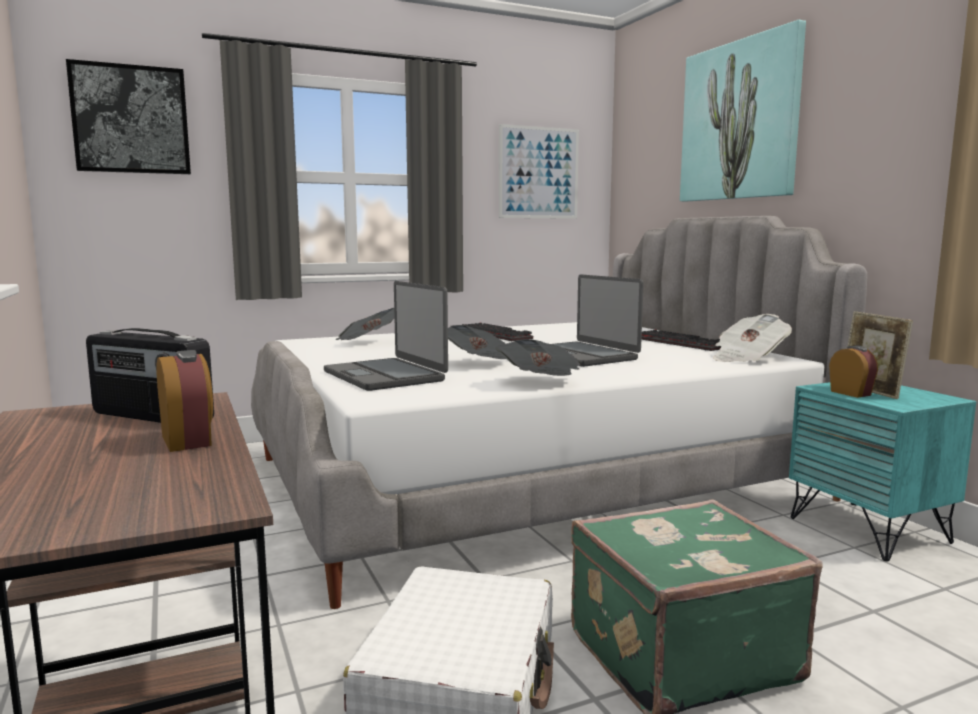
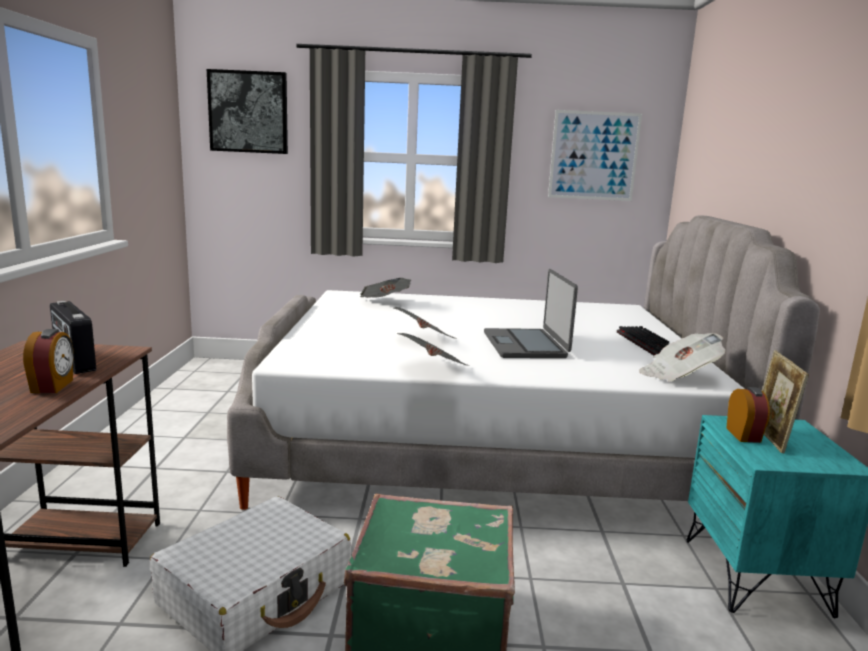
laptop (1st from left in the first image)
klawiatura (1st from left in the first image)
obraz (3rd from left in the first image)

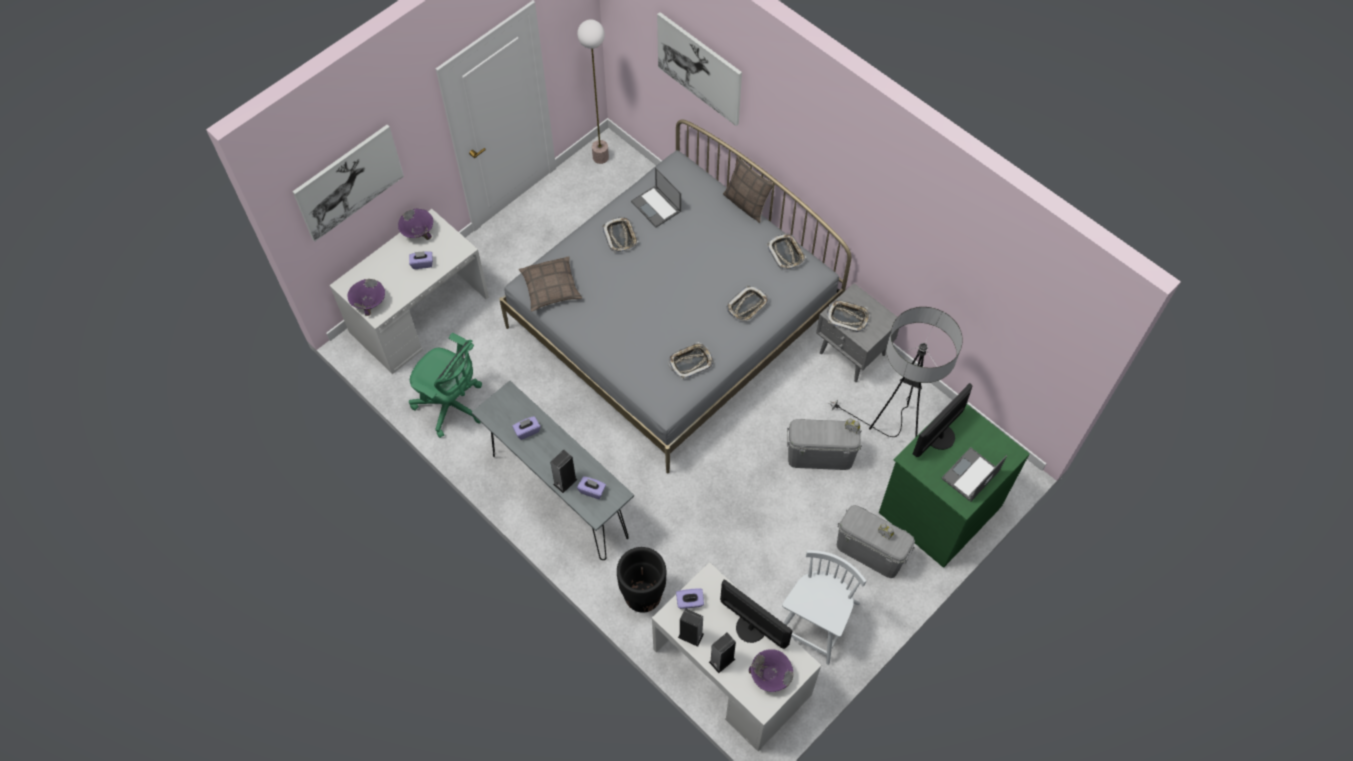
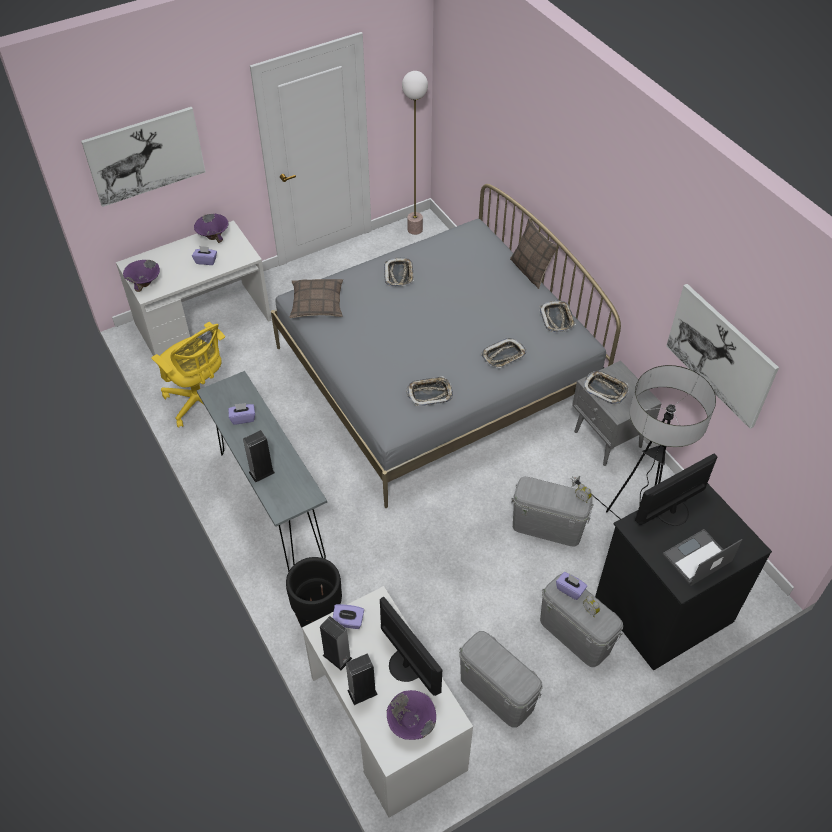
laptop (1st from left in the first image)
pudełko chusteczek/fioletowy (4th from left)
obraz (2nd from left)
pojemnik do przechowywania/szary (1st from left)
krzesło biurowe/żółty
komoda/czarny

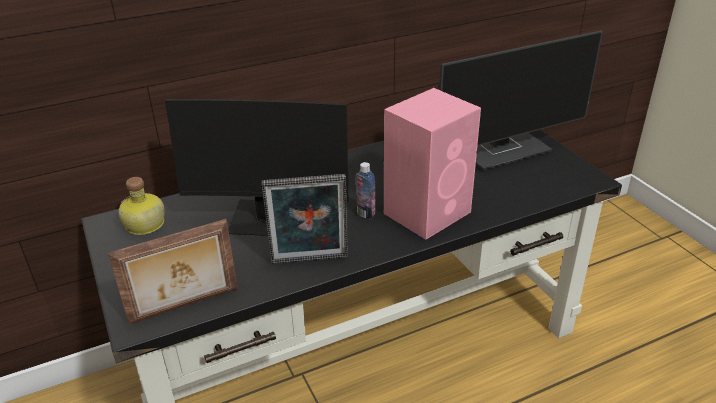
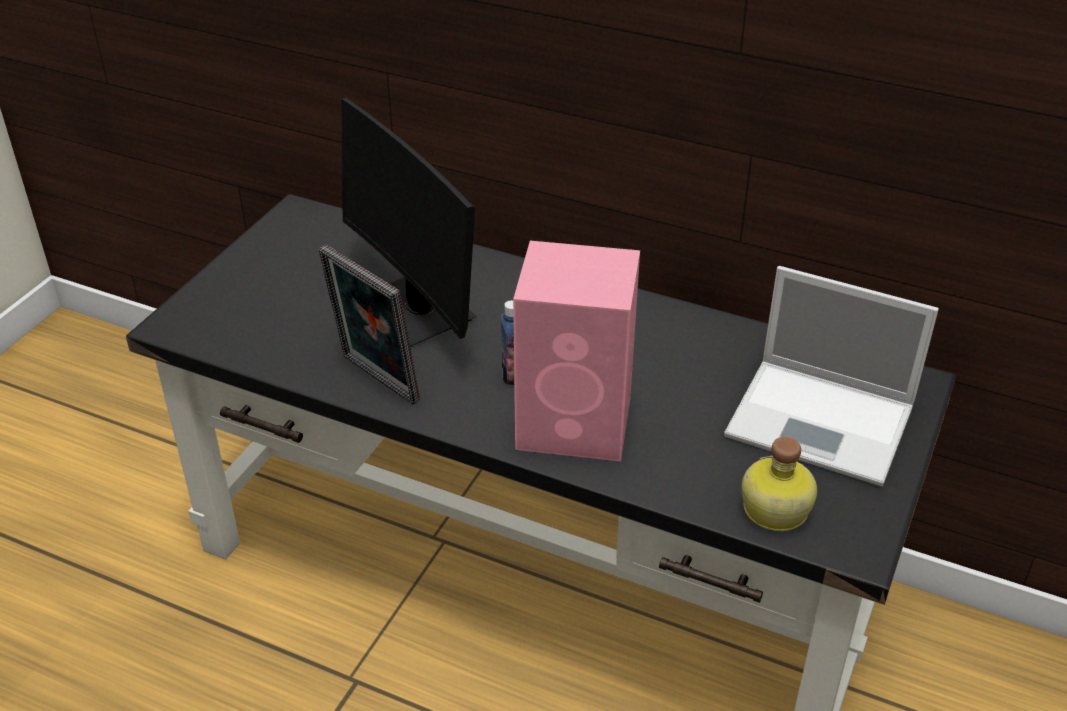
ramka na zdjęcie (1st from left in the first image)
butelka (2nd from left)
laptop

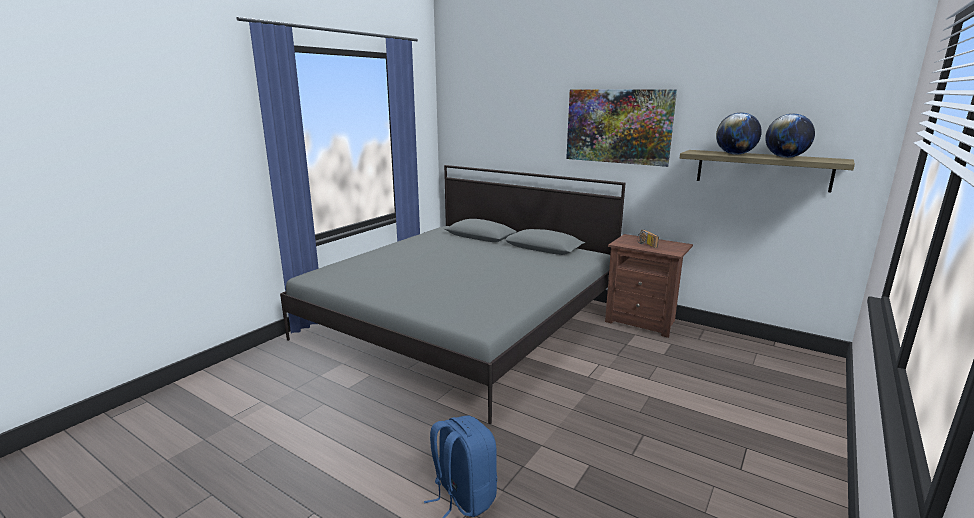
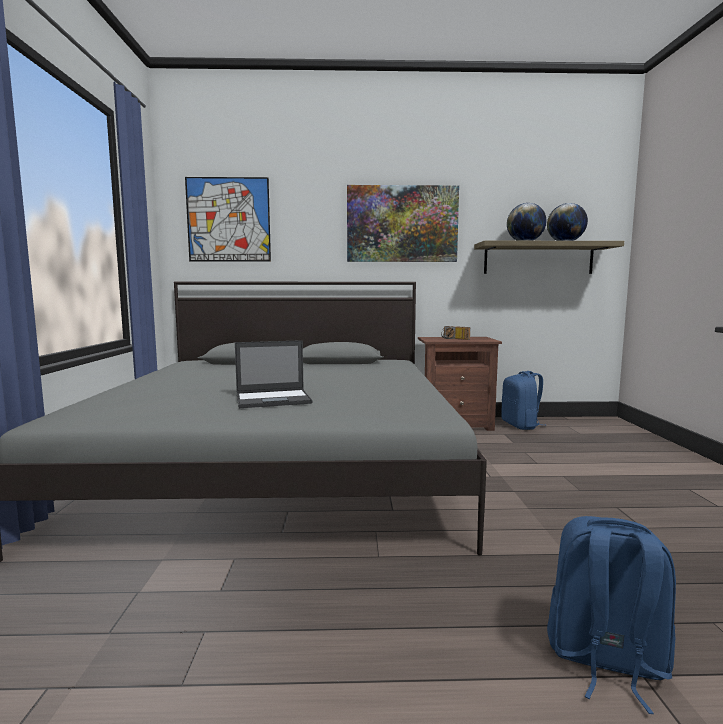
obraz (1st from left)
laptop
plecak/niebieski (1st from left)

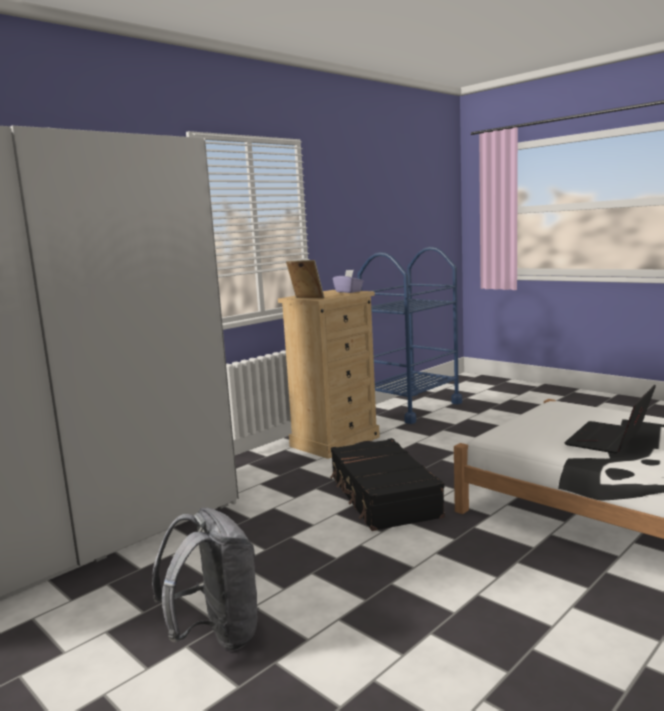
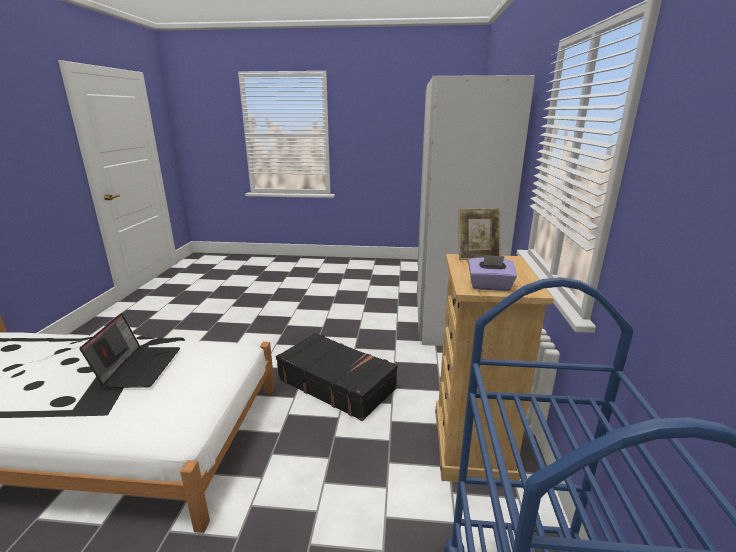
plecak/szary

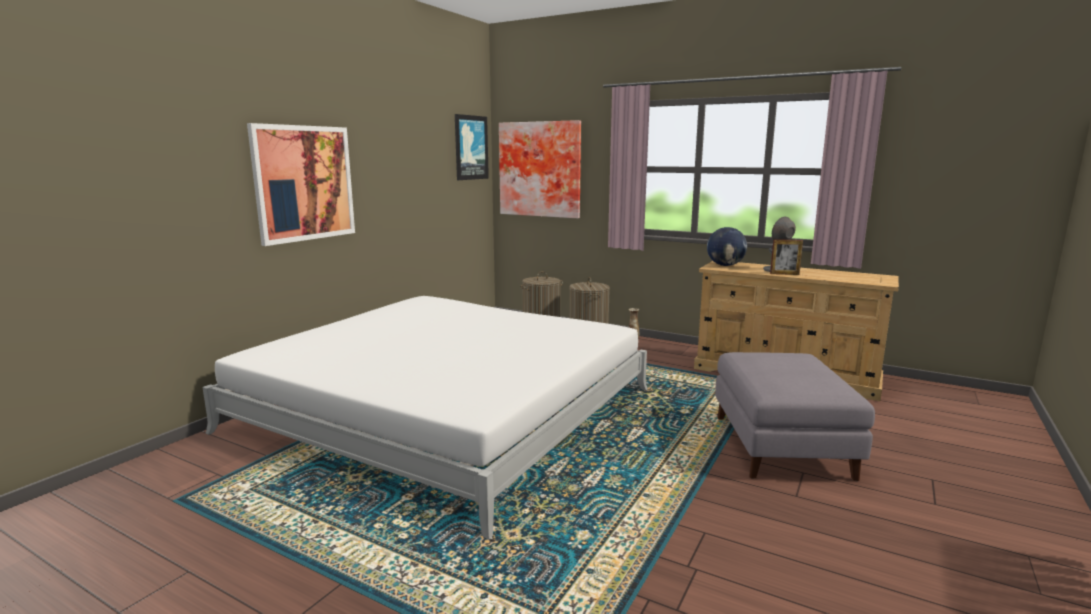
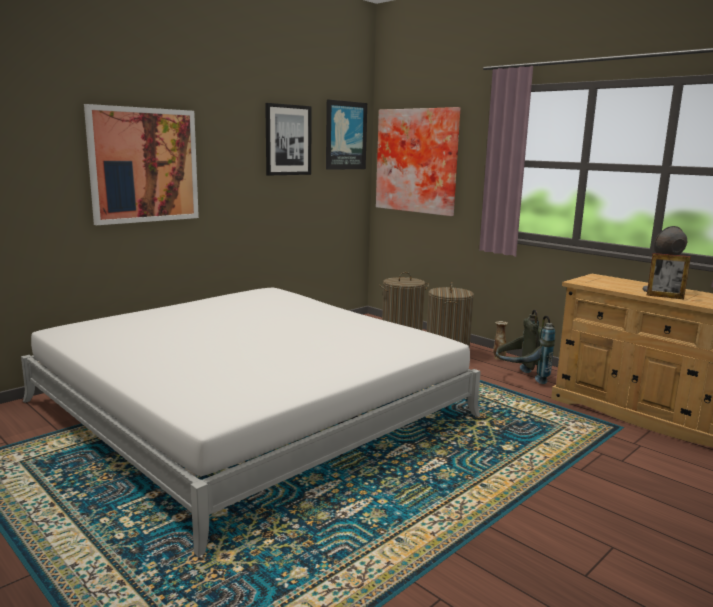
globus
pufa/szary
obraz (2nd from left)
plecak/szary

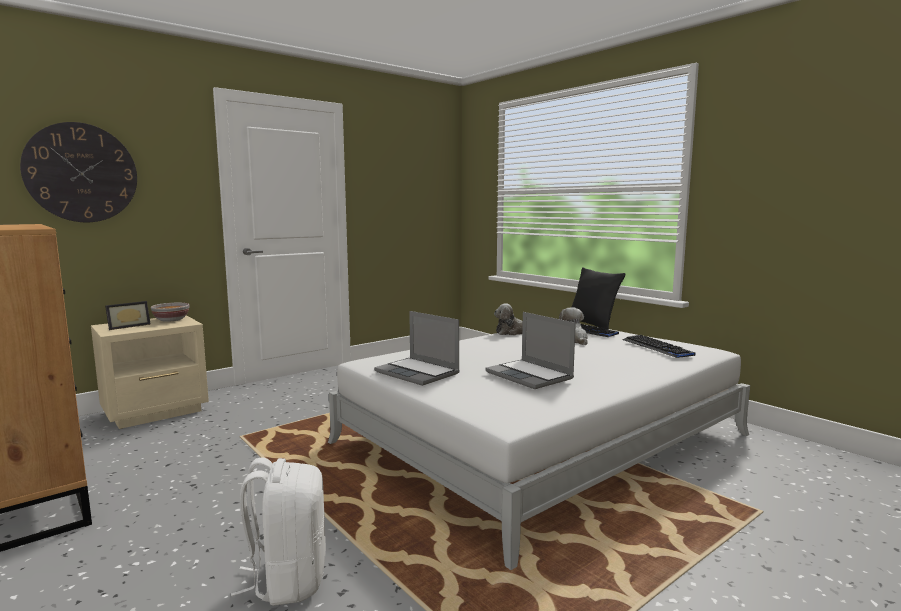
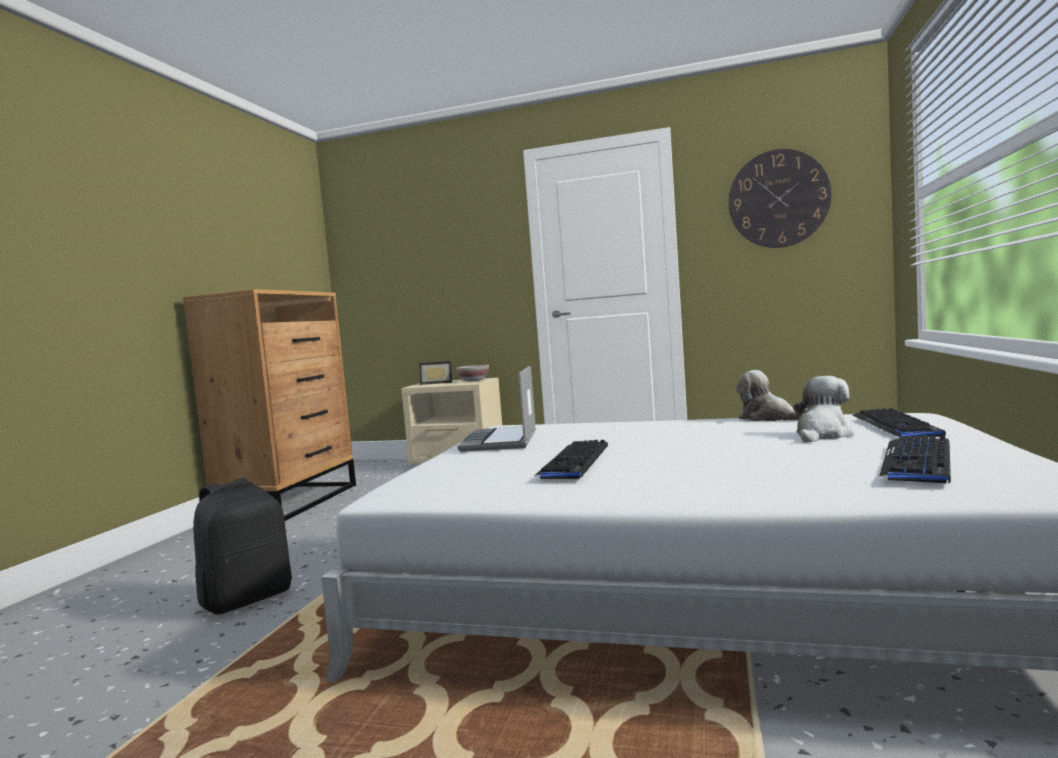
poduszka/czarny
zegar ścienny
klawiatura (1st from left)
plecak/czarny

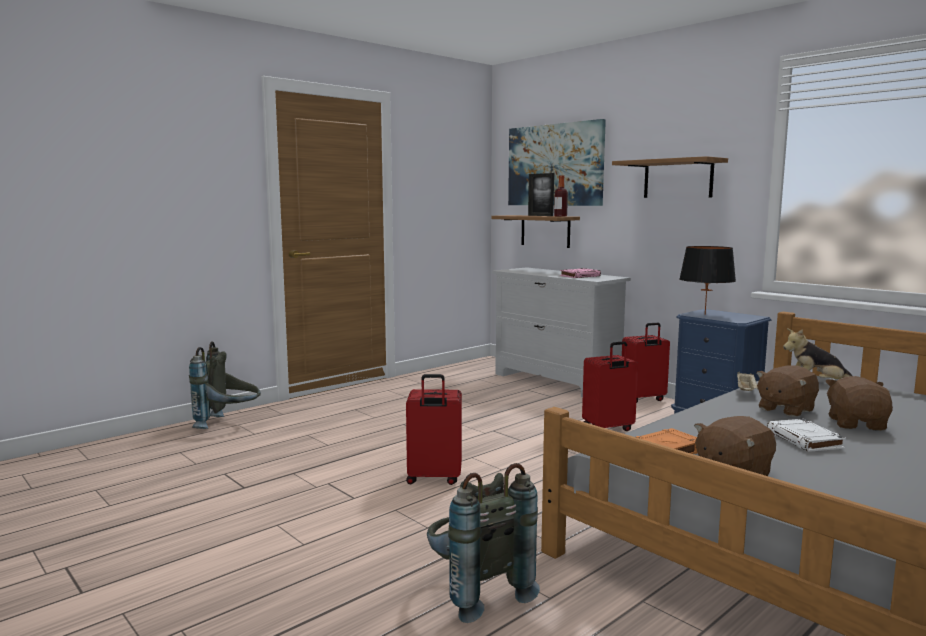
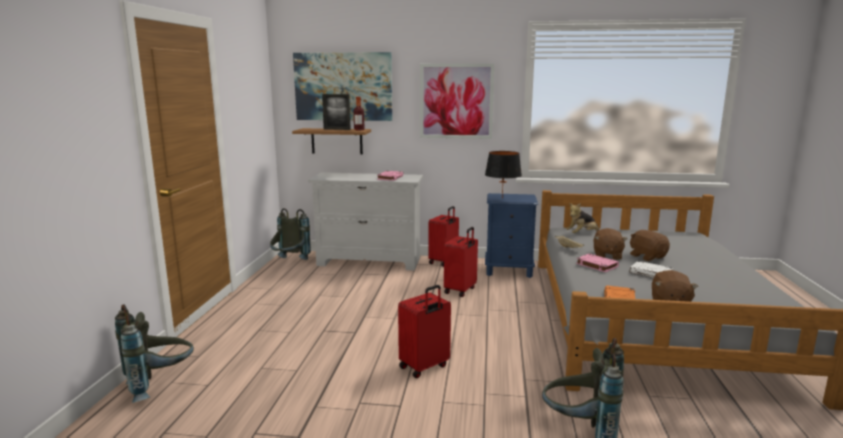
plecak/szary (2nd from left)
książka/różowy (2nd from left)
obraz (2nd from left)

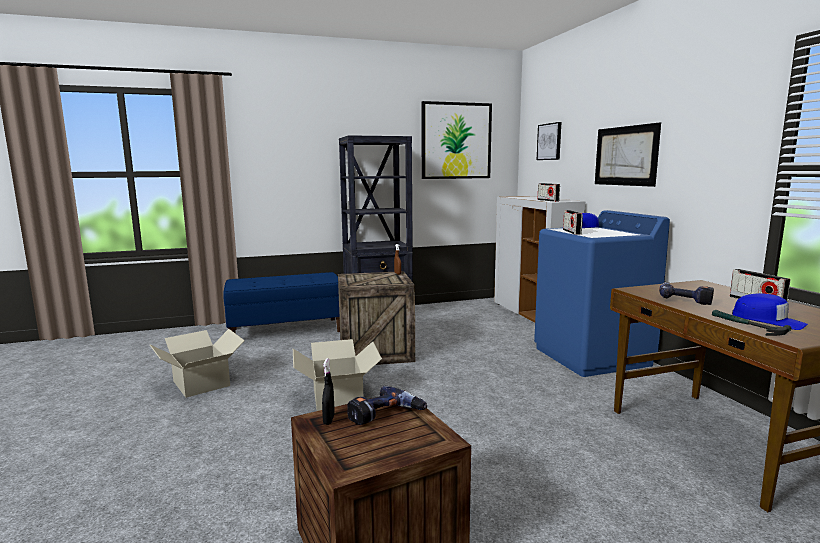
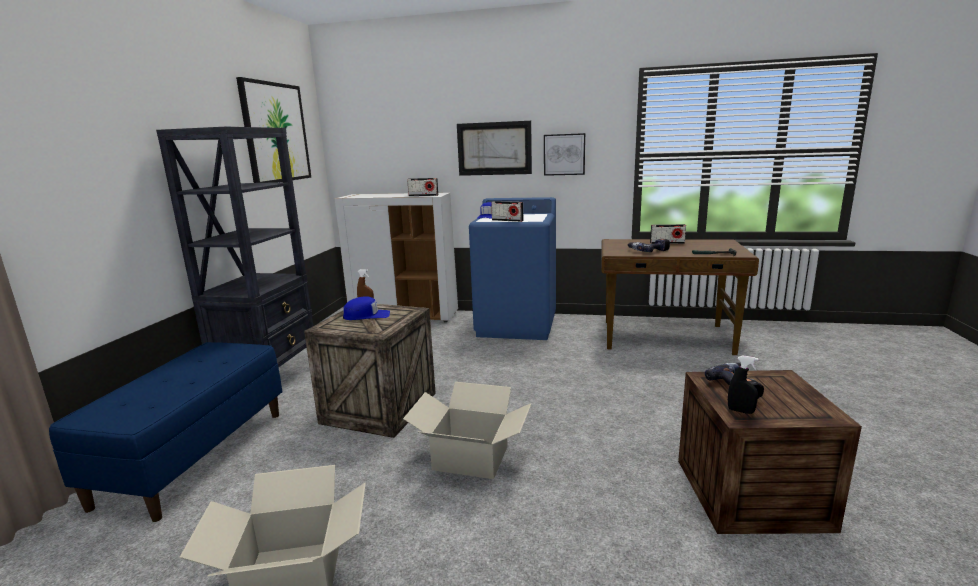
obraz (3rd from left)
czapka z daszkiem/niebieski (1st from left)

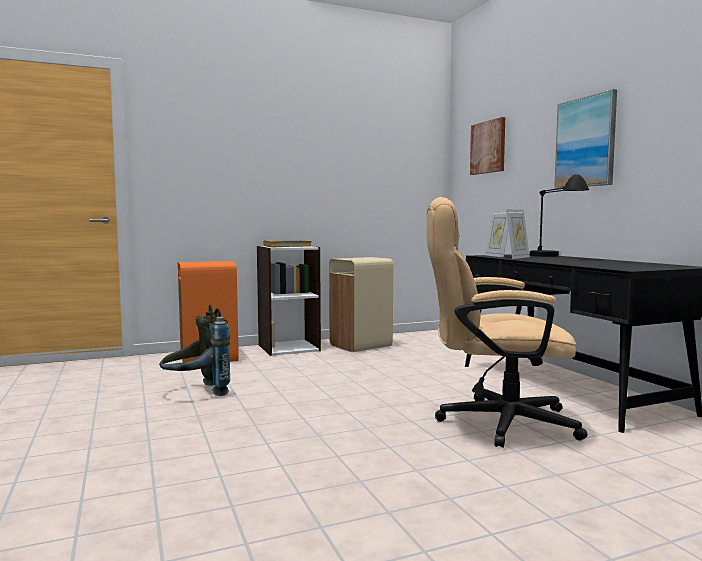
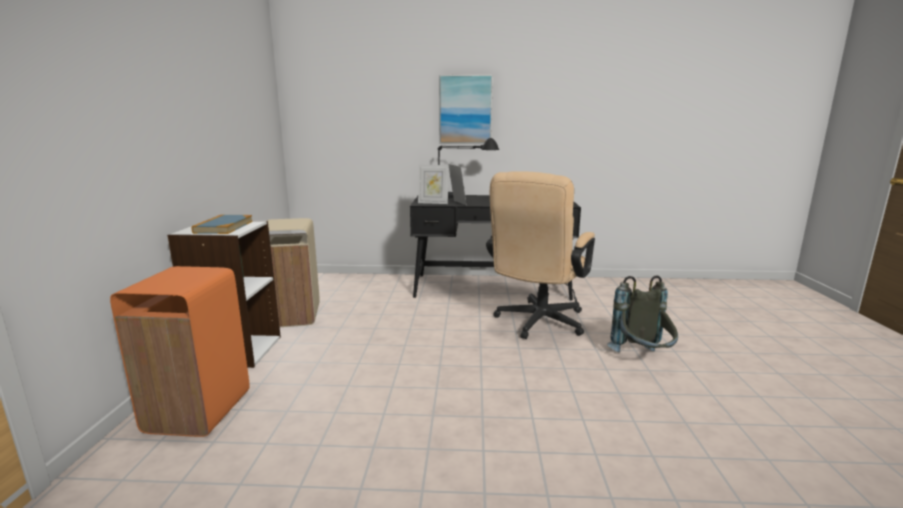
obraz (1st from left in the first image)
plecak/szary

